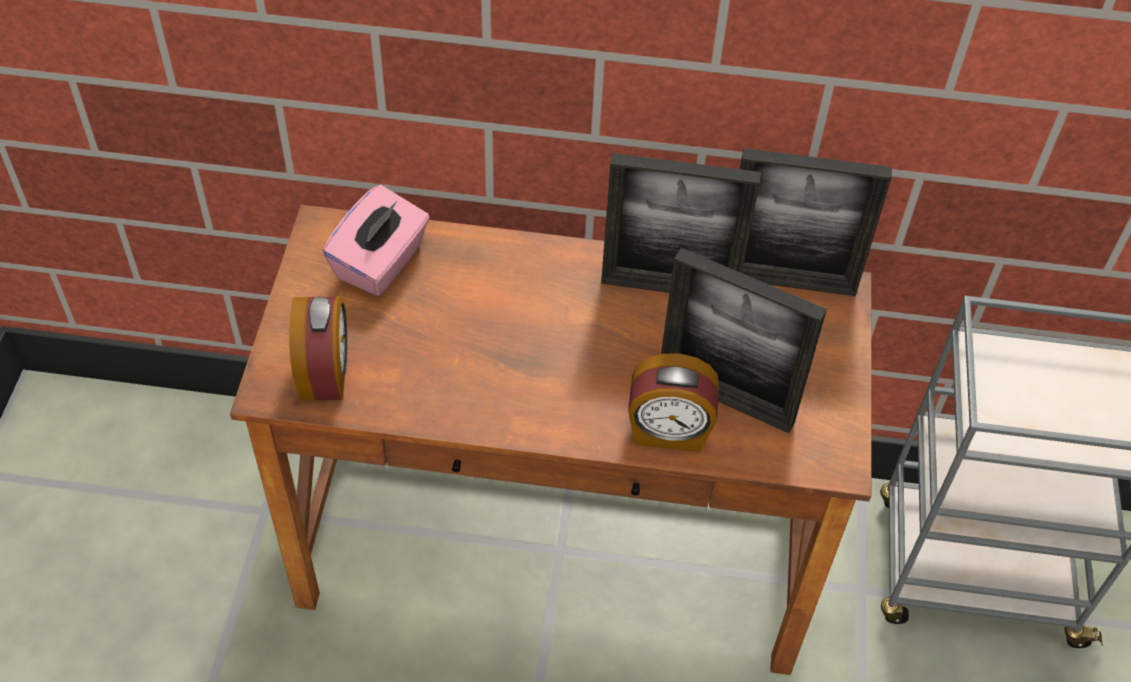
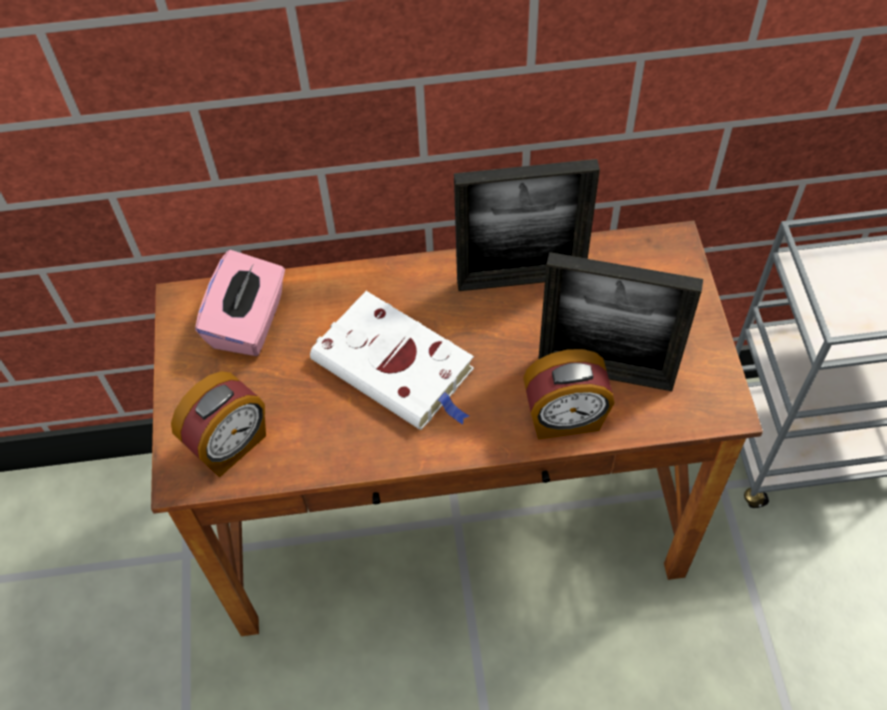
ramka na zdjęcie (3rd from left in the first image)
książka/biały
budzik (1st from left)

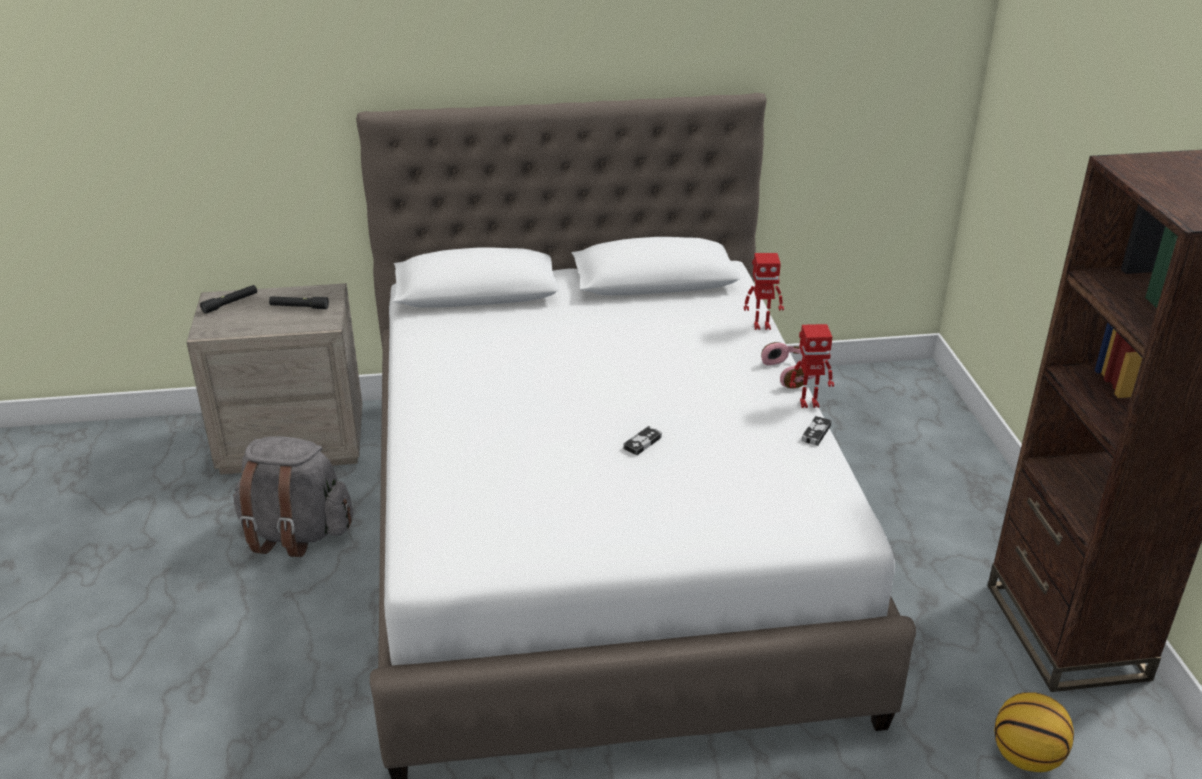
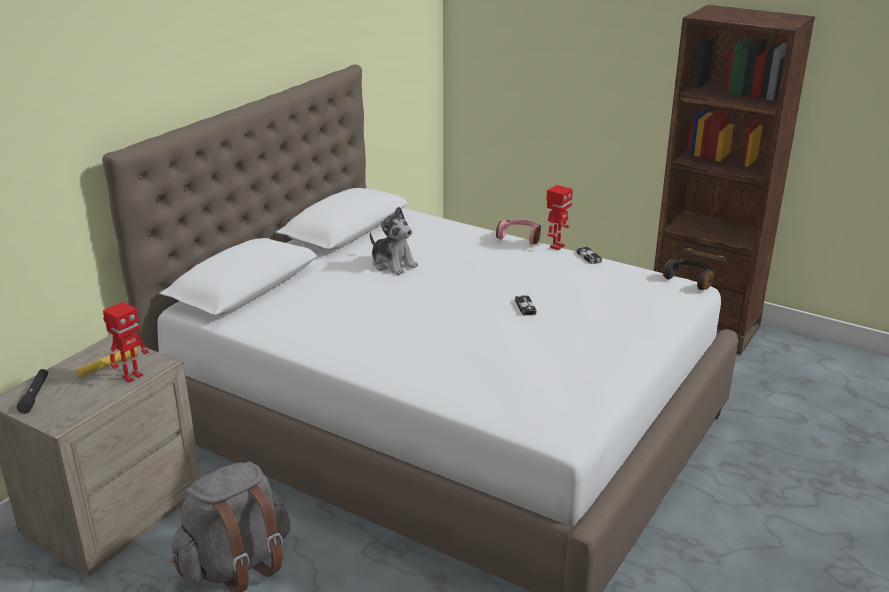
piłka do koszykówki
pluszak
słuchawki/czarny
robot zabawkowy (1st from left)
latarka/żółty

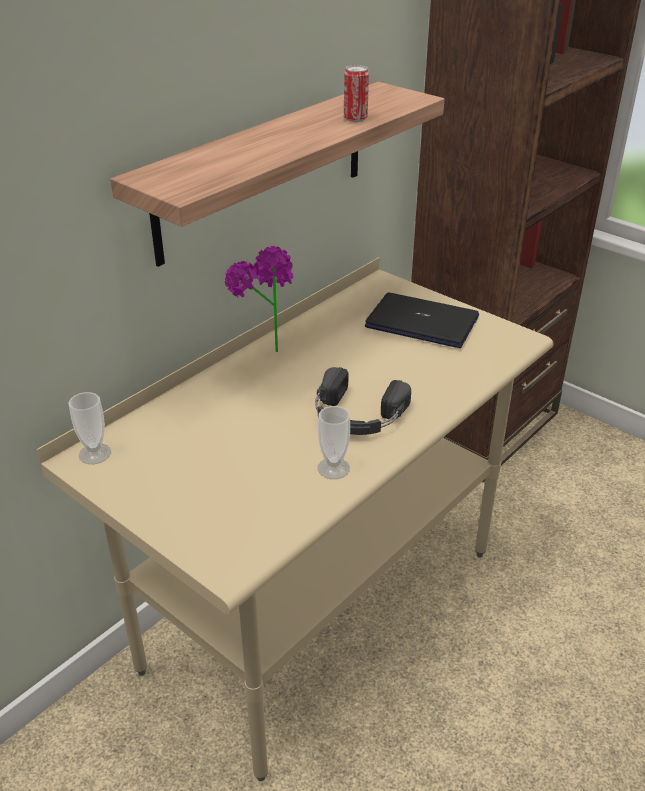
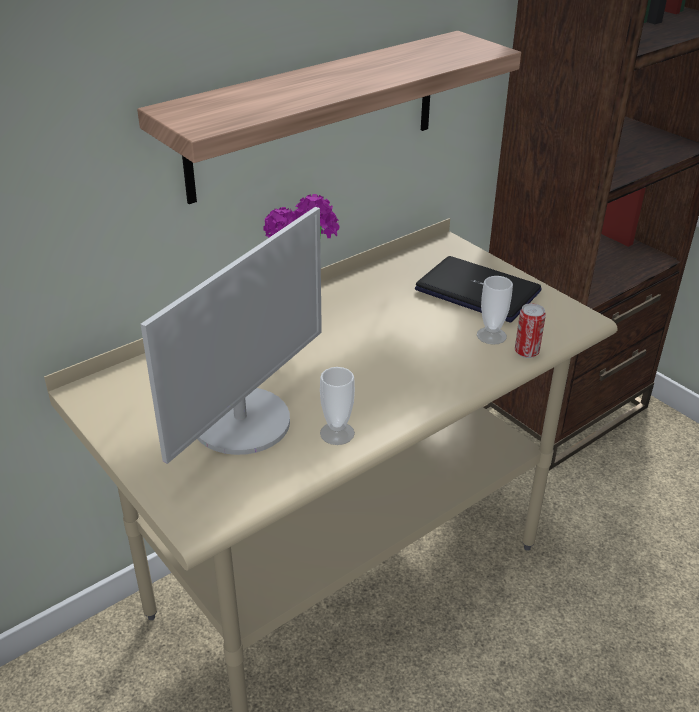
słuchawki/czarny
monitor
filiżanka (2nd from left)
puszka

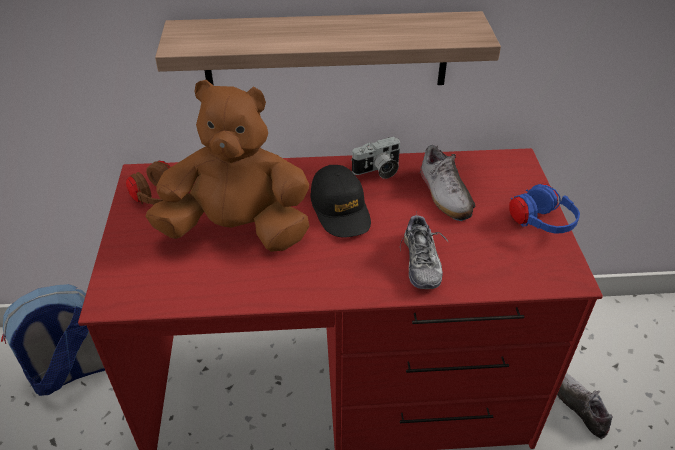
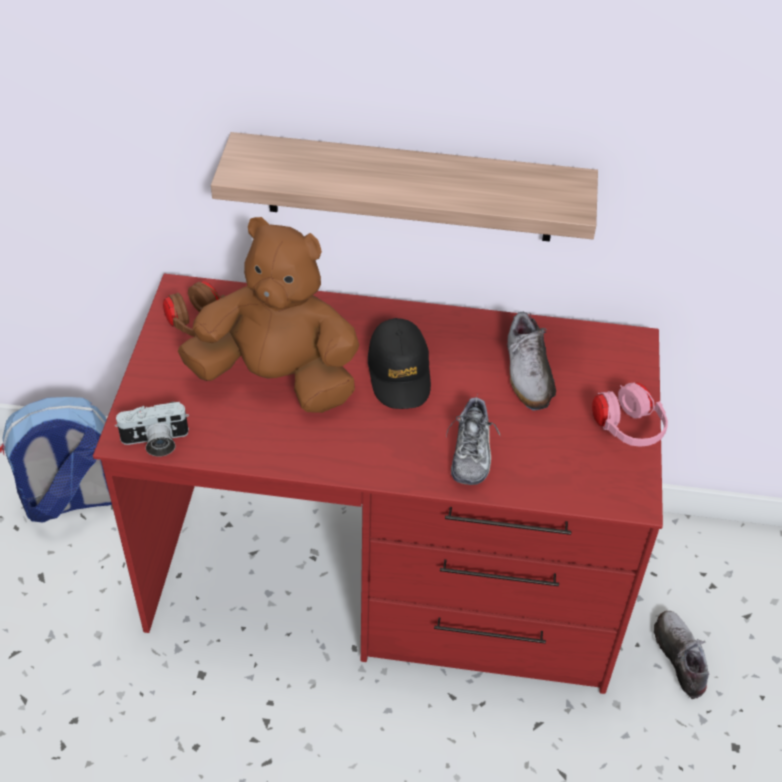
aparat fotograficzny
słuchawki/różowy

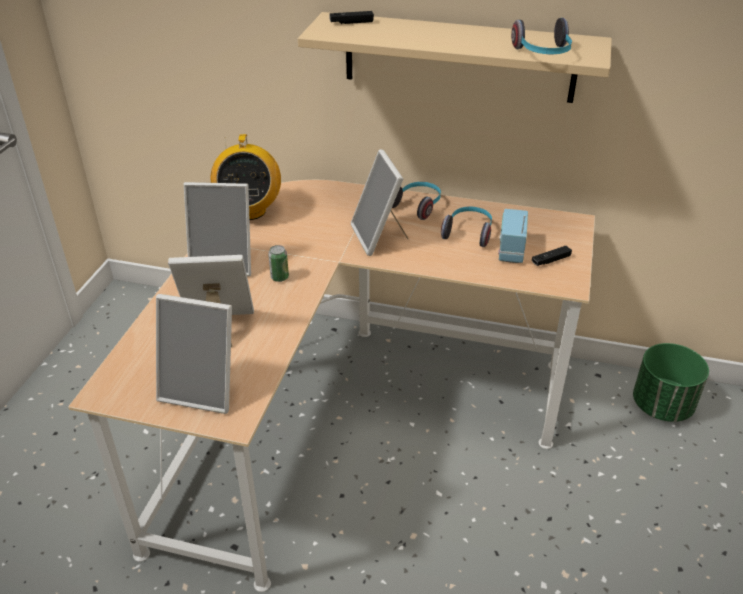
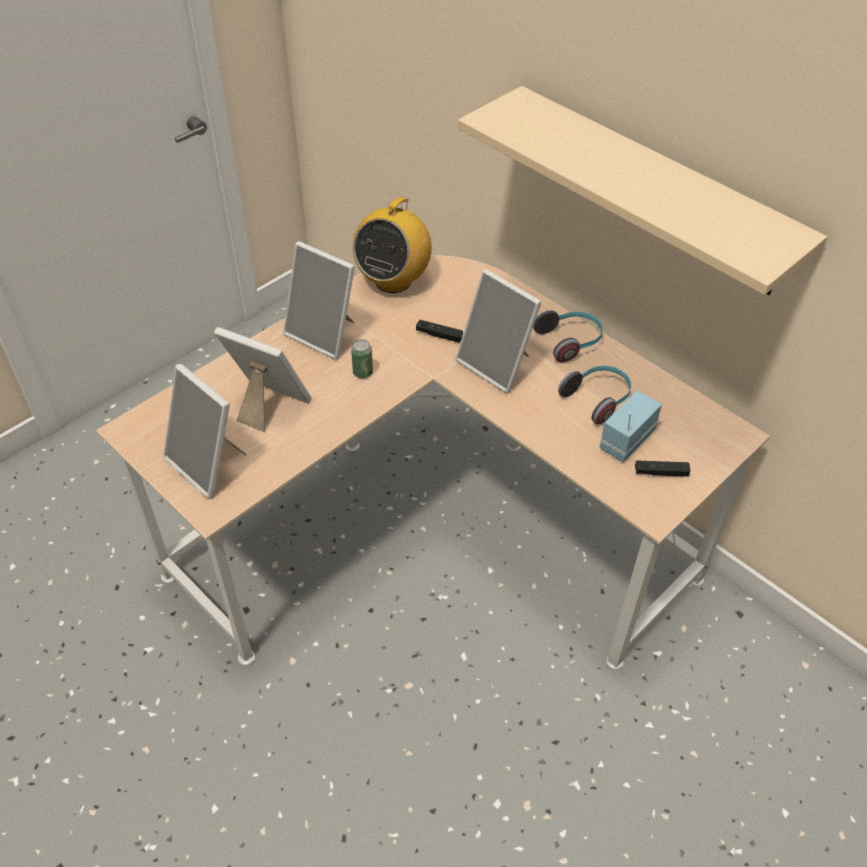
słuchawki (3rd from left in the first image)
donica/zielony
pad do gier/czarny (1st from left)
ramka na zdjęcie (4th from left)

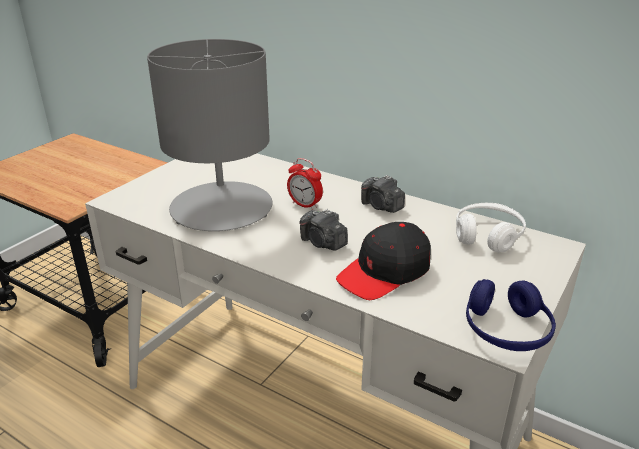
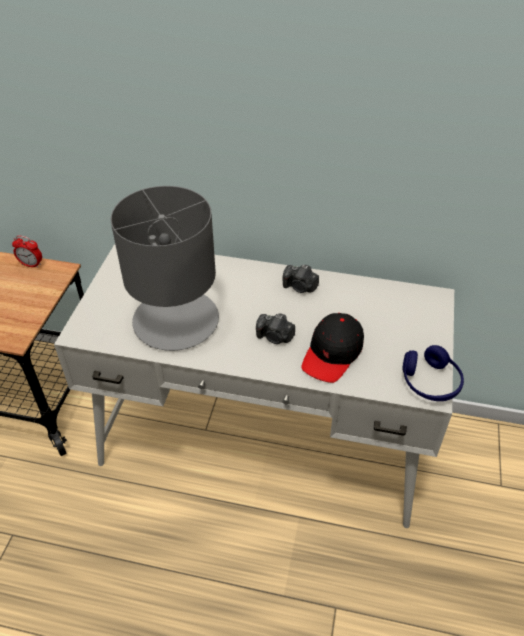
słuchawki/biały
budzik

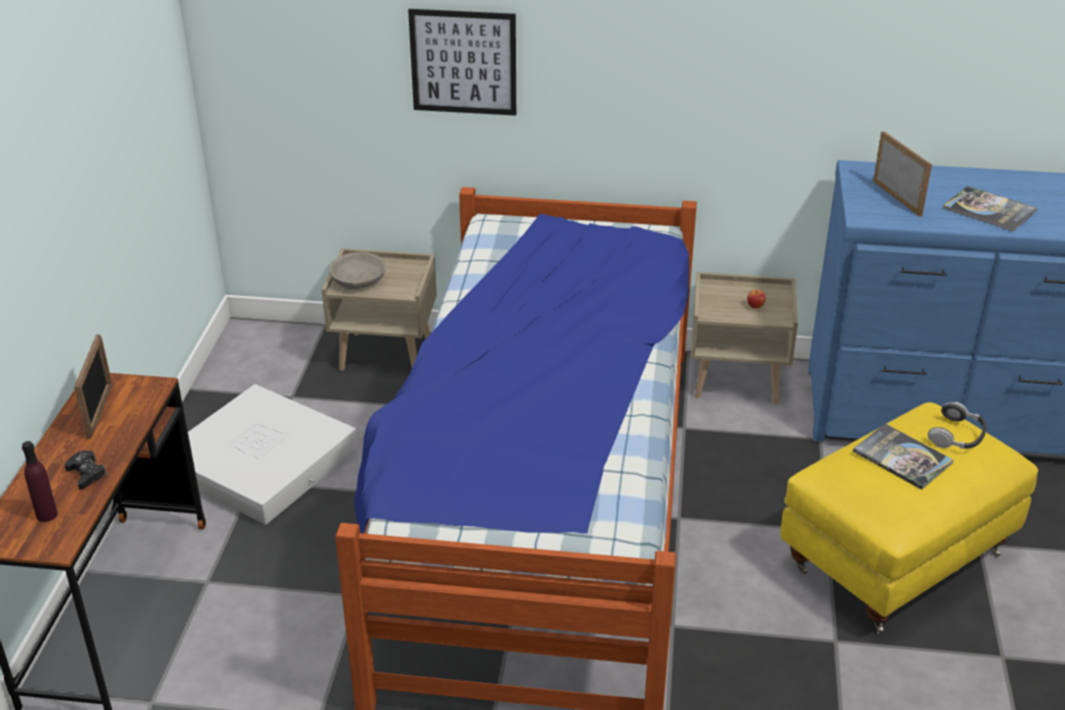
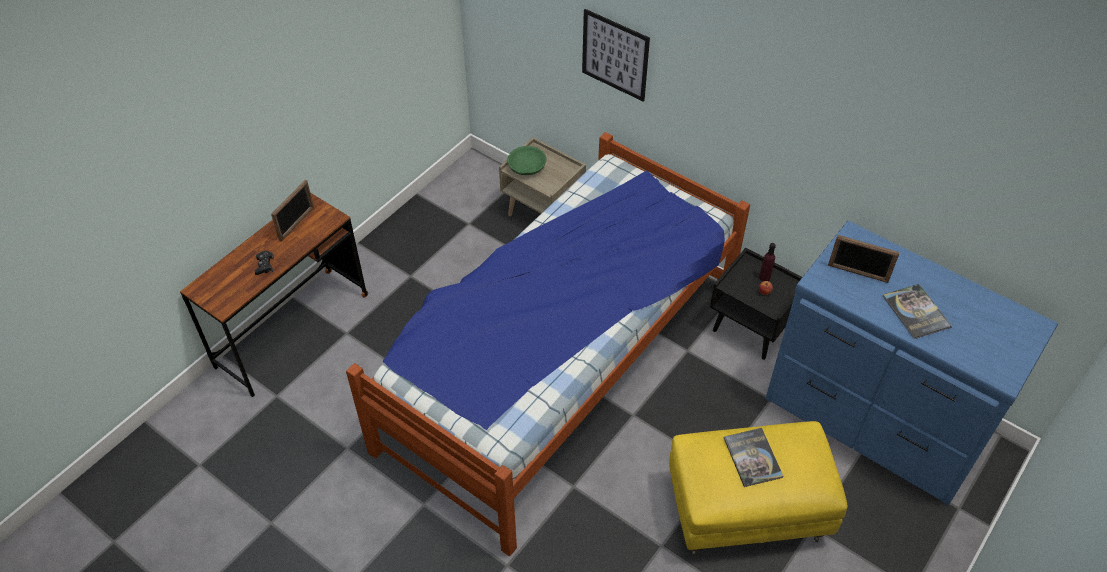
pojemnik do przechowywania/biały
słuchawki
butelka/fioletowy
miska/zielony
szafka nocna/czarny
ramka na zdjęcie (2nd from left)

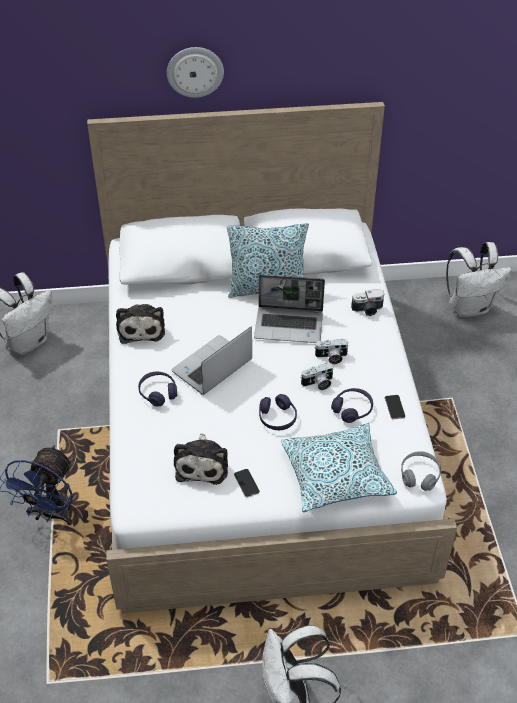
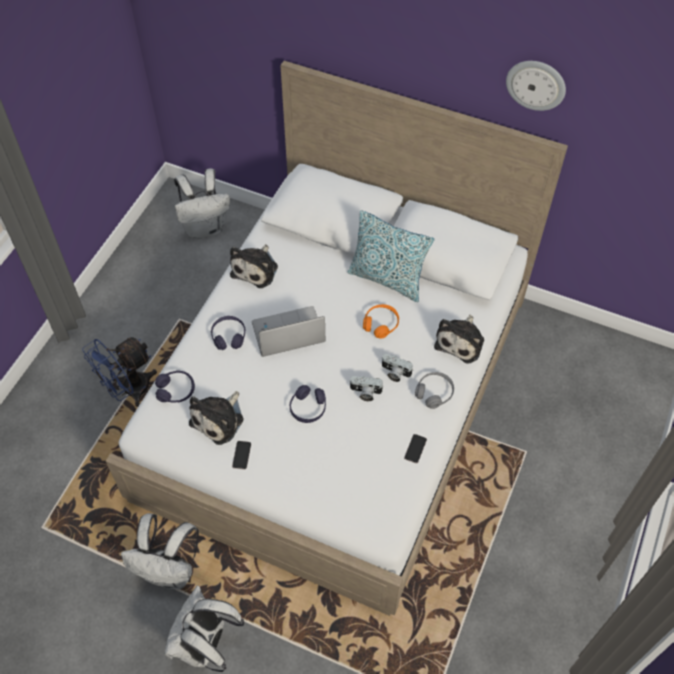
poduszka (2nd from left in the first image)
zegar ścienny
słuchawki/fioletowy (1st from left)
słuchawki/szary
plecak/biały (1st from left)
słuchawki/pomarańczowy
pluszak (3rd from left)

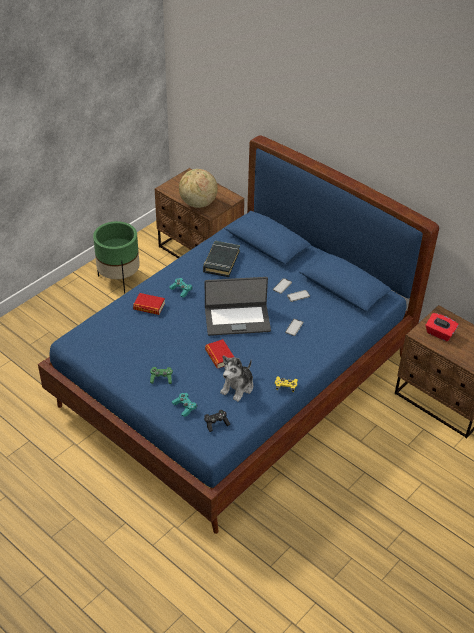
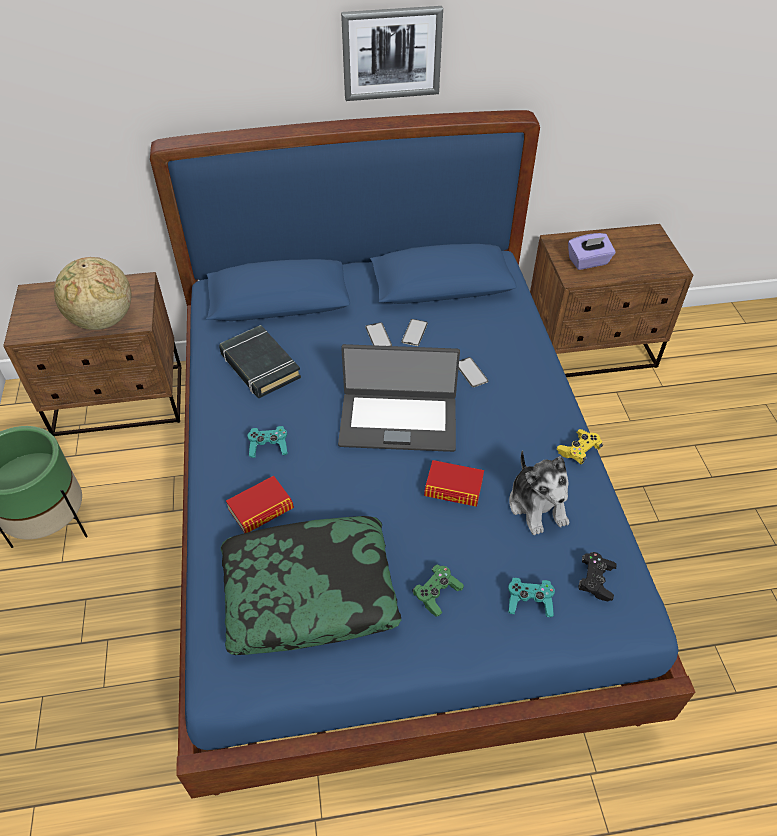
poduszka
obraz
pudełko chusteczek/fioletowy
laptop

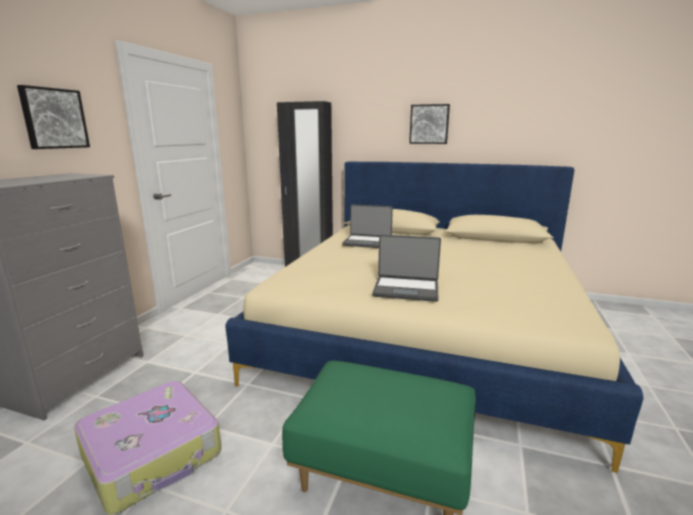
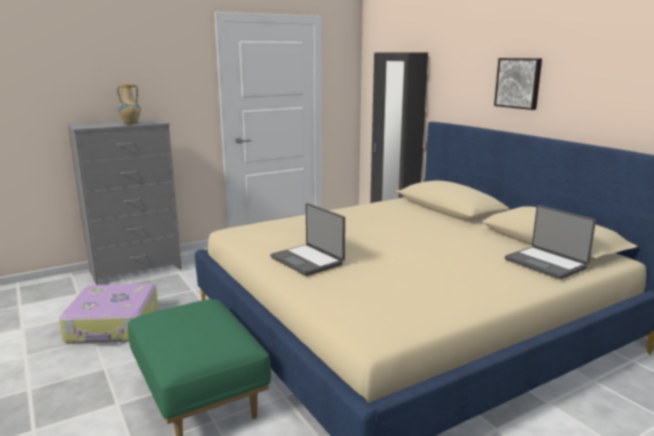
obraz (1st from left in the first image)
wazon
laptop (2nd from left)

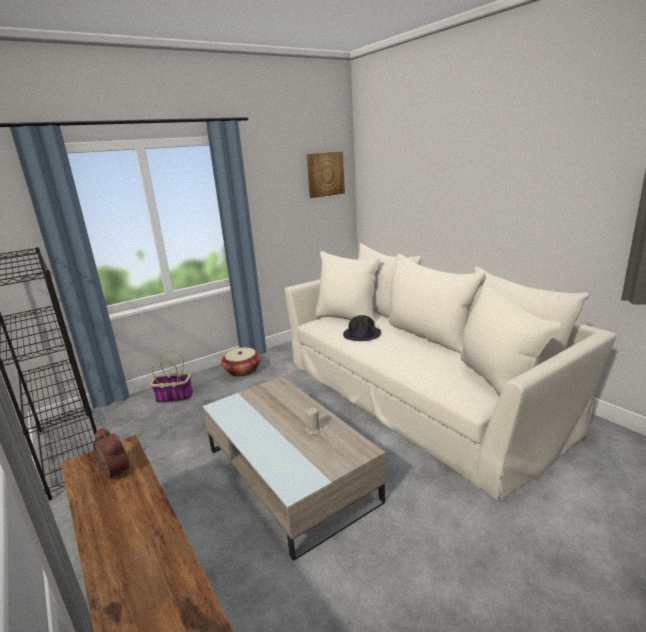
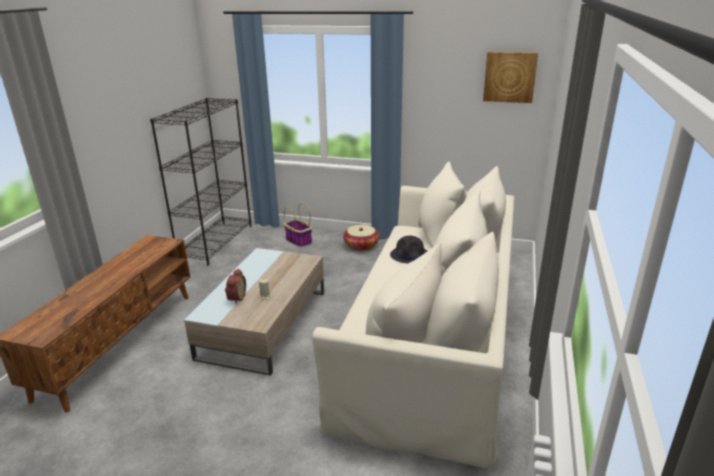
budzik

